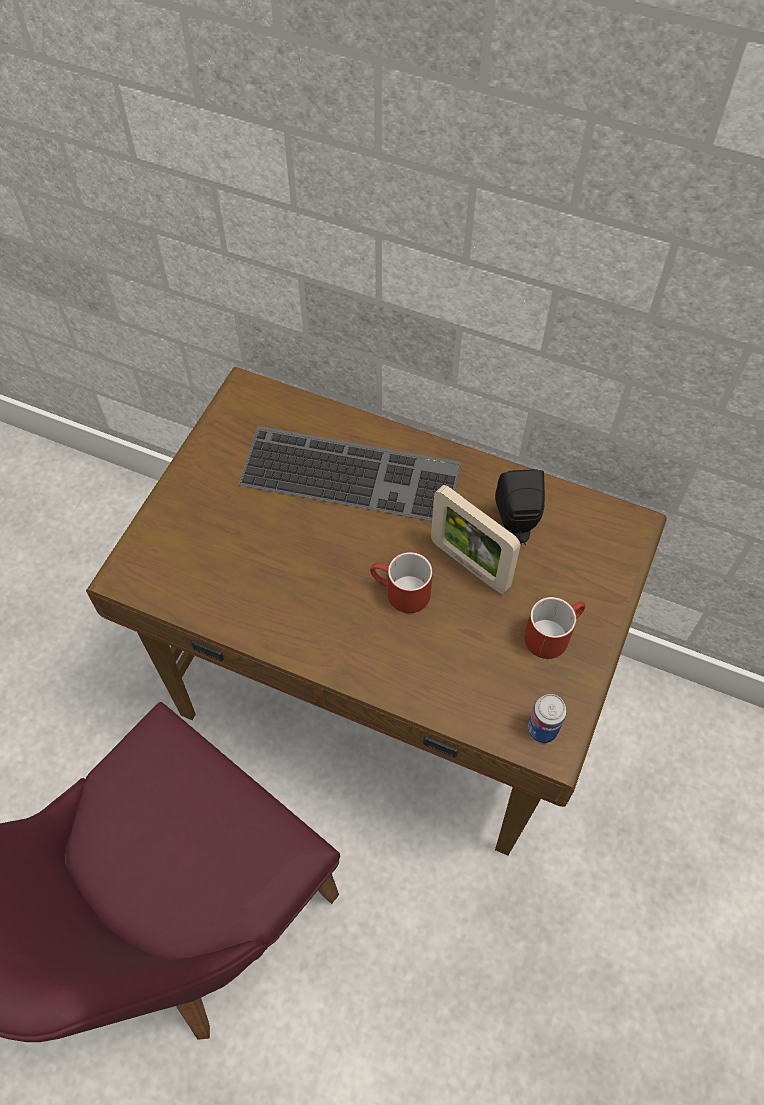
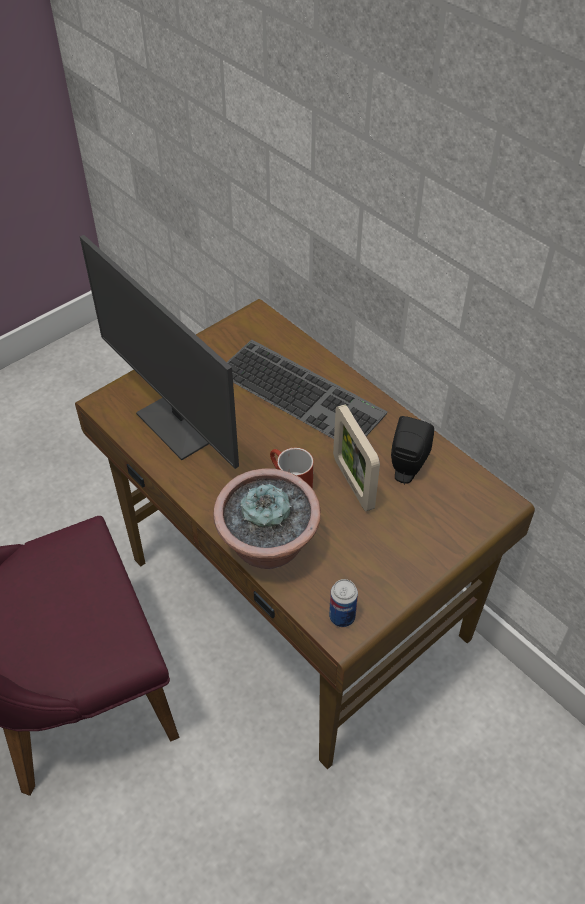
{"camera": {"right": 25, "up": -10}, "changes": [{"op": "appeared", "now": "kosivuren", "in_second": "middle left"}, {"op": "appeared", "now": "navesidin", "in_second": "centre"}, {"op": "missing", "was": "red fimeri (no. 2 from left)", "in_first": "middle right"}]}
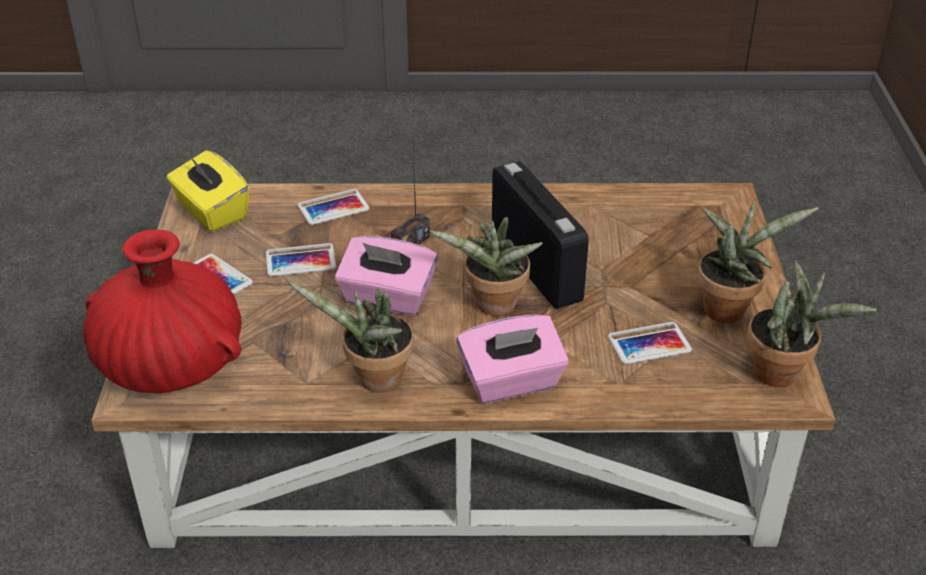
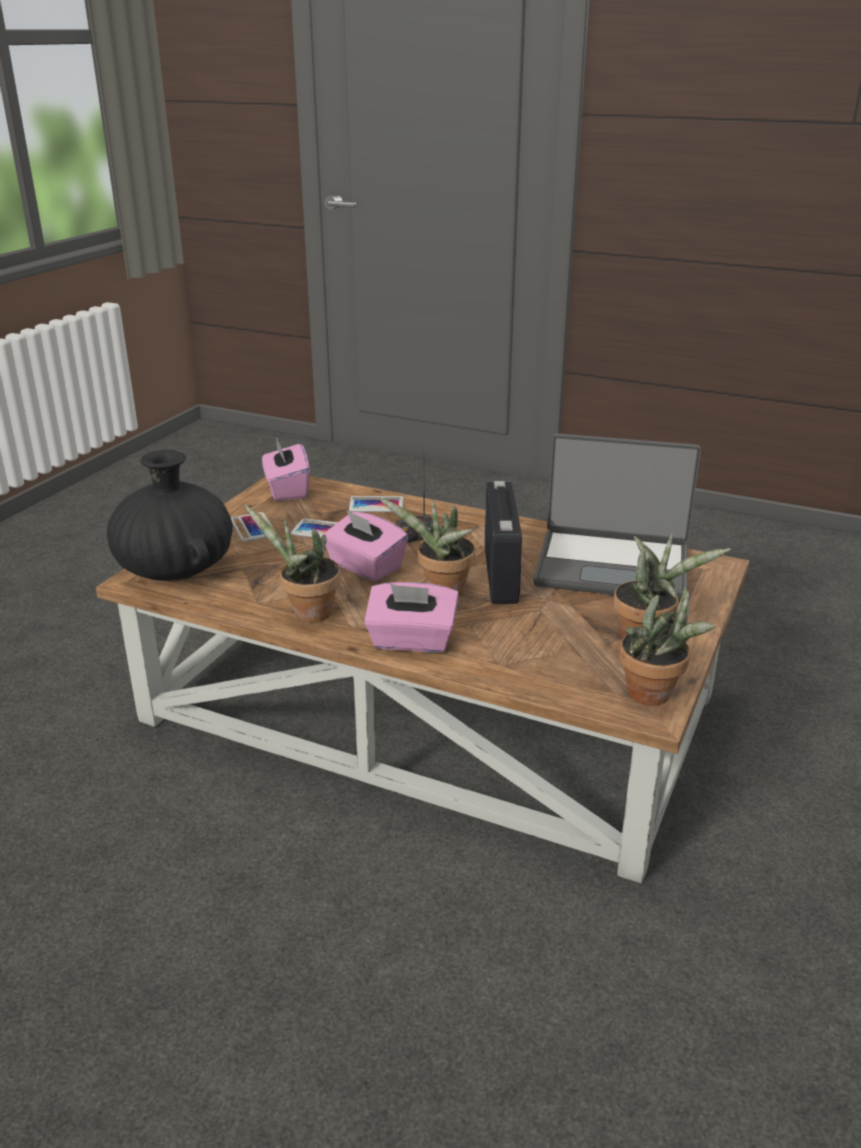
{"camera": {"right": 25, "up": -10}, "changes": [{"op": "colour", "was": "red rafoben", "now": "black rafoben", "in_first": "middle left", "in_second": "middle left"}, {"op": "colour", "was": "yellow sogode", "now": "pink sogode (no. 1 from left)", "in_first": "top left", "in_second": "middle left"}, {"op": "appeared", "now": "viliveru", "in_second": "middle right"}, {"op": "missing", "was": "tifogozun (no. 4 from left)", "in_first": "middle right"}]}
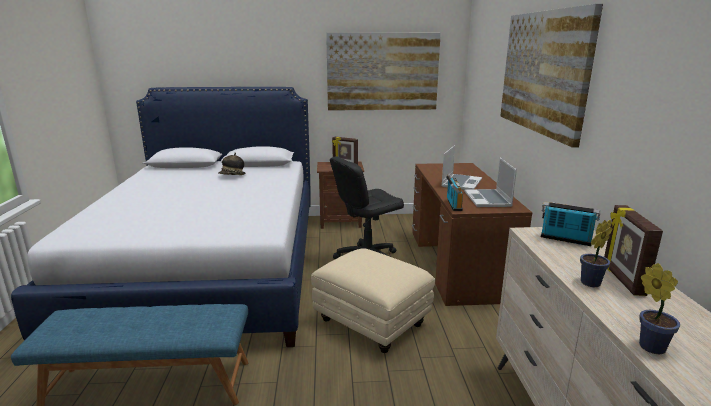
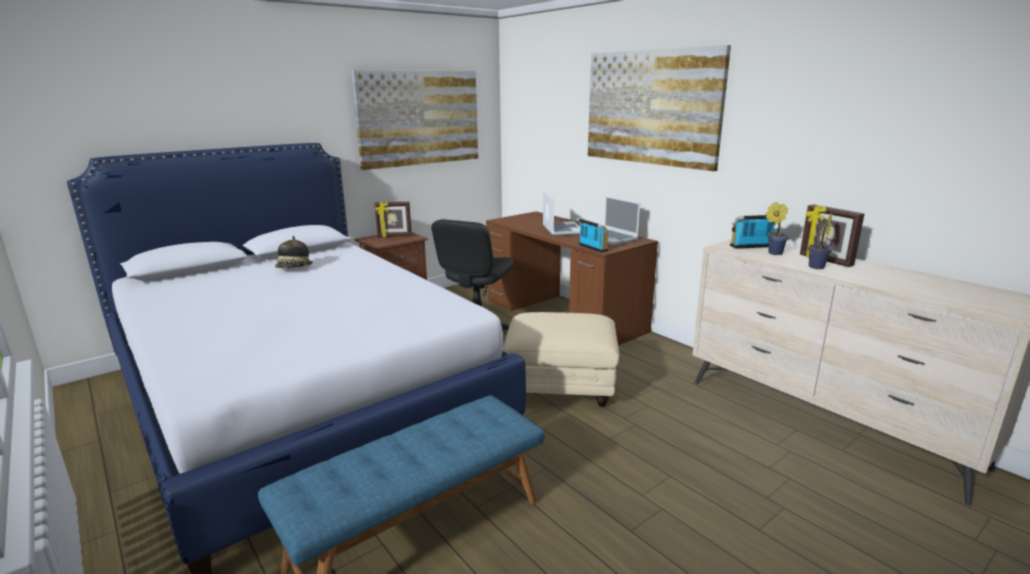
{"camera": {"right": -35, "up": 0}, "changes": [{"op": "relocated", "was": "navesidin (no. 2 from left in the first image)", "now": "navesidin (no. 1 from left)", "in_first": "bottom right", "in_second": "middle right"}]}
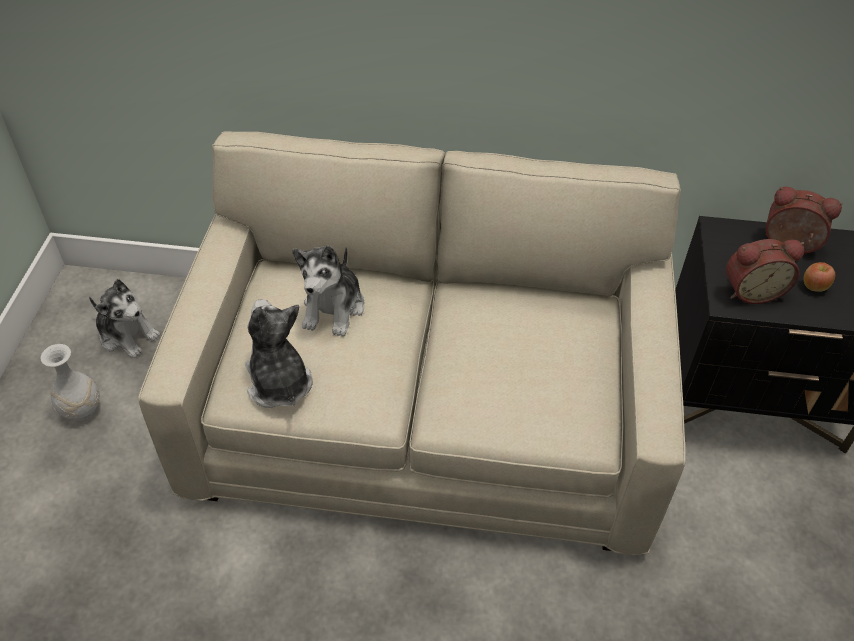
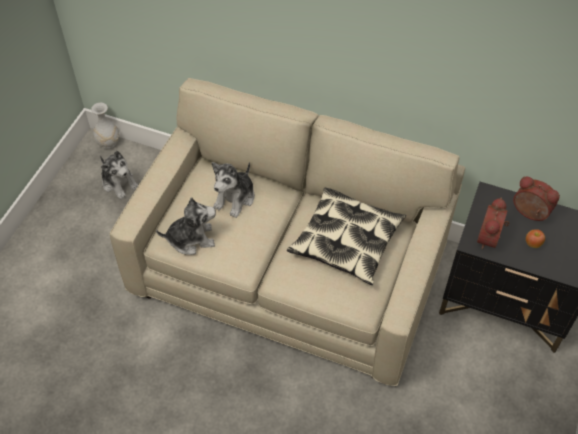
{"camera": {"right": 15, "up": 5}, "changes": [{"op": "relocated", "was": "white rafoben", "in_first": "middle left", "in_second": "top left"}, {"op": "spun", "was": "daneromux (no. 2 from left)", "in_first": "middle left", "in_second": "middle left", "clockwise": 90}, {"op": "appeared", "now": "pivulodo", "in_second": "centre"}, {"op": "spun", "was": "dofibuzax (no. 1 from left)", "in_first": "middle right", "in_second": "middle right", "clockwise": 105}]}
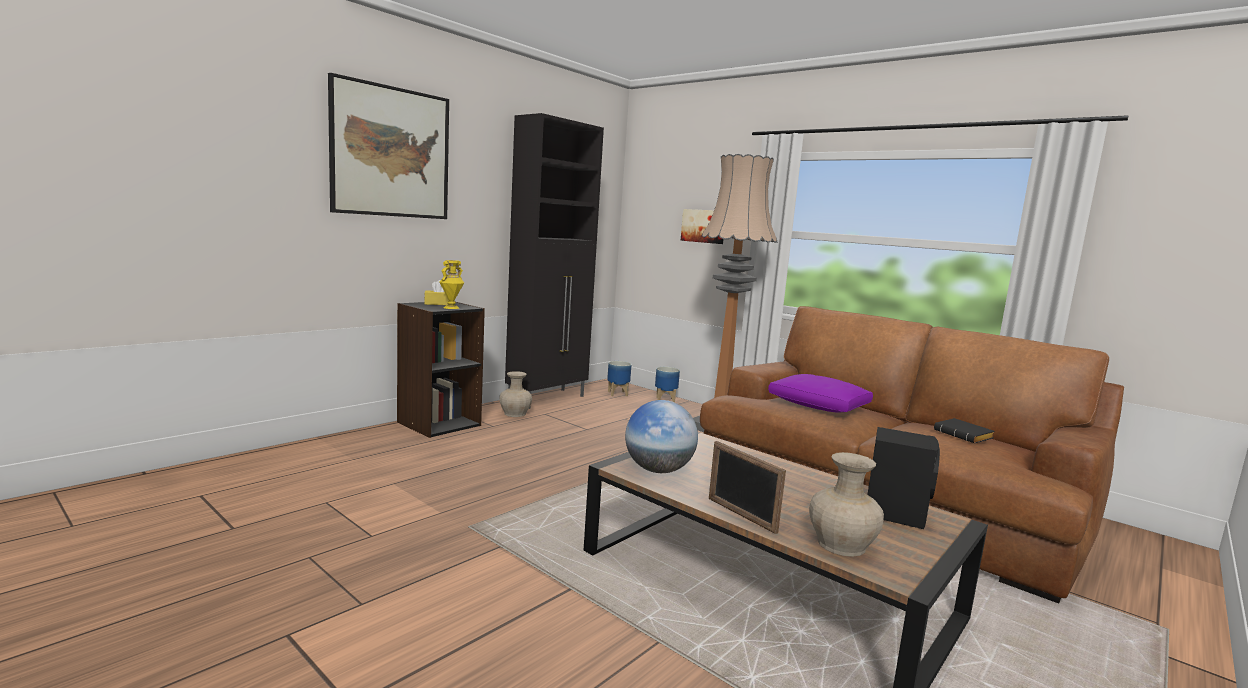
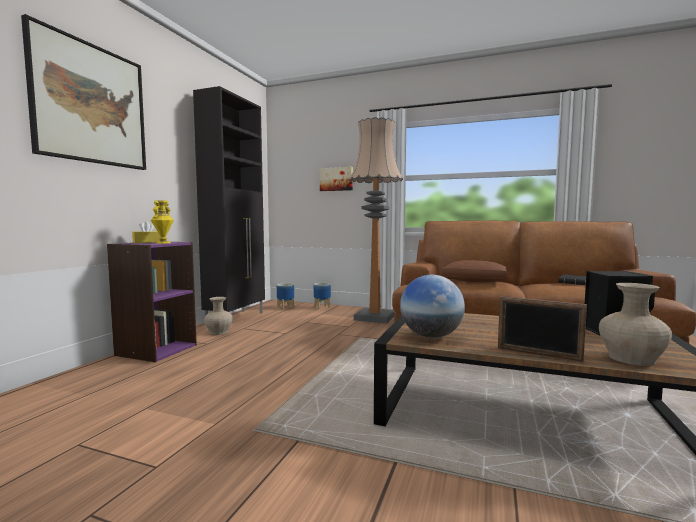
{"camera": {"right": -20, "up": -5}, "changes": [{"op": "colour", "was": "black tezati", "now": "purple tezati", "in_first": "centre", "in_second": "middle left"}, {"op": "colour", "was": "purple pivulodo", "now": "brown pivulodo", "in_first": "centre", "in_second": "middle right"}]}
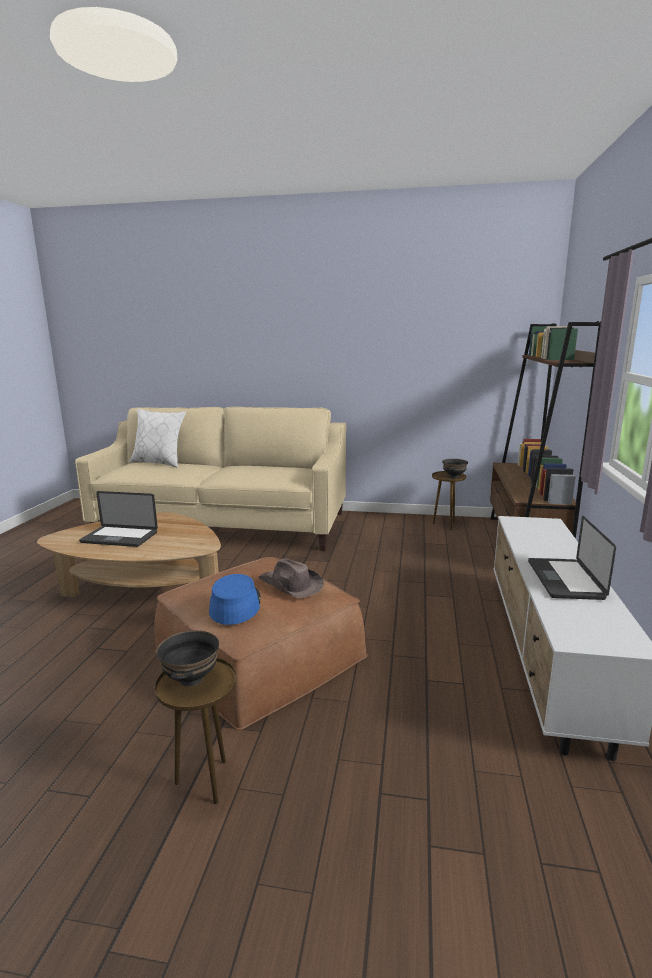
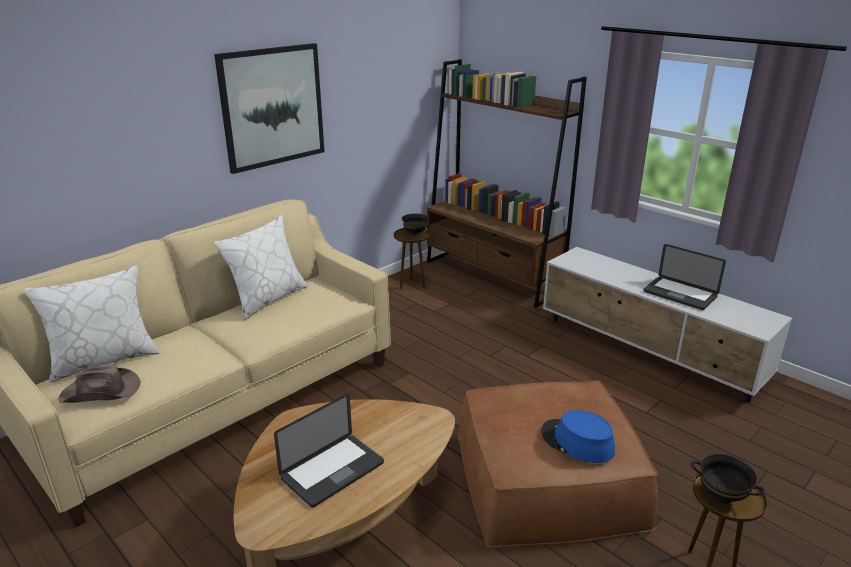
{"camera": {"right": -55, "up": 10}, "changes": [{"op": "relocated", "was": "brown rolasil", "in_first": "centre", "in_second": "bottom left"}, {"op": "appeared", "now": "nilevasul", "in_second": "top left"}, {"op": "appeared", "now": "white pivulodo (no. 2 from left)", "in_second": "middle left"}]}
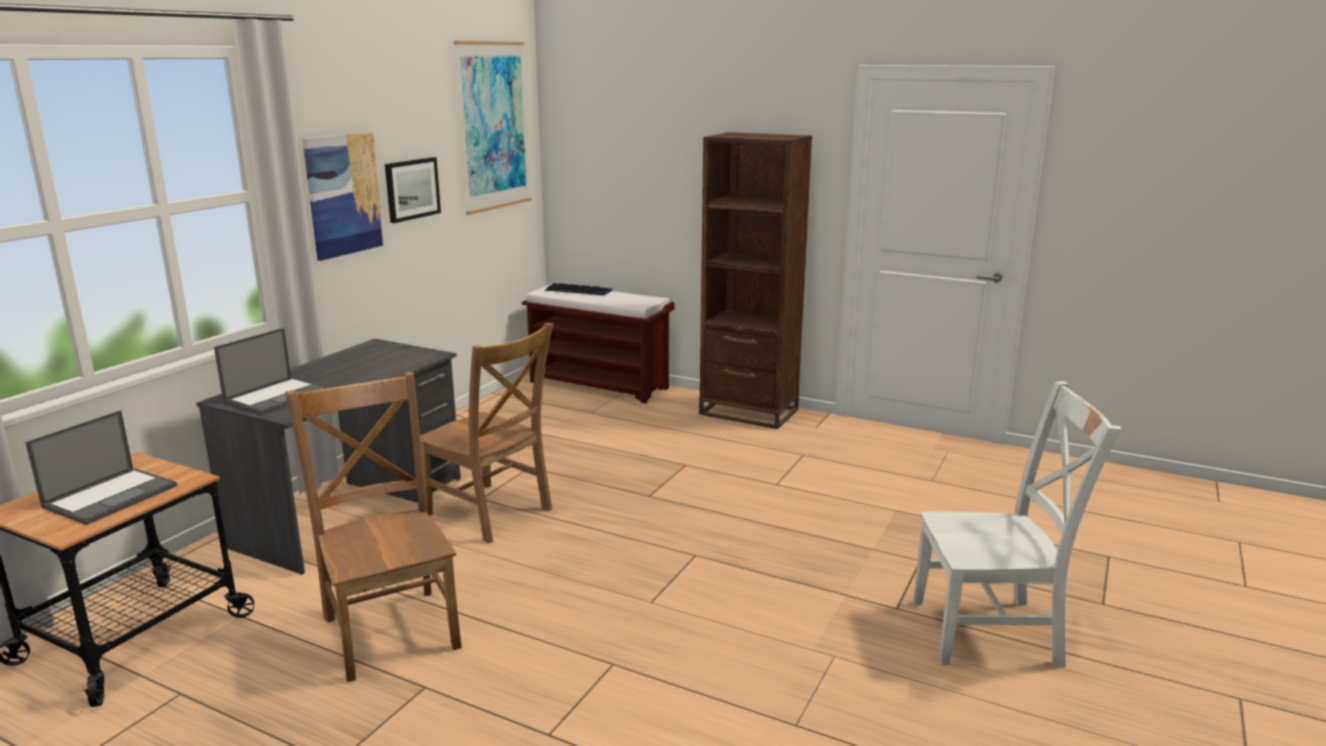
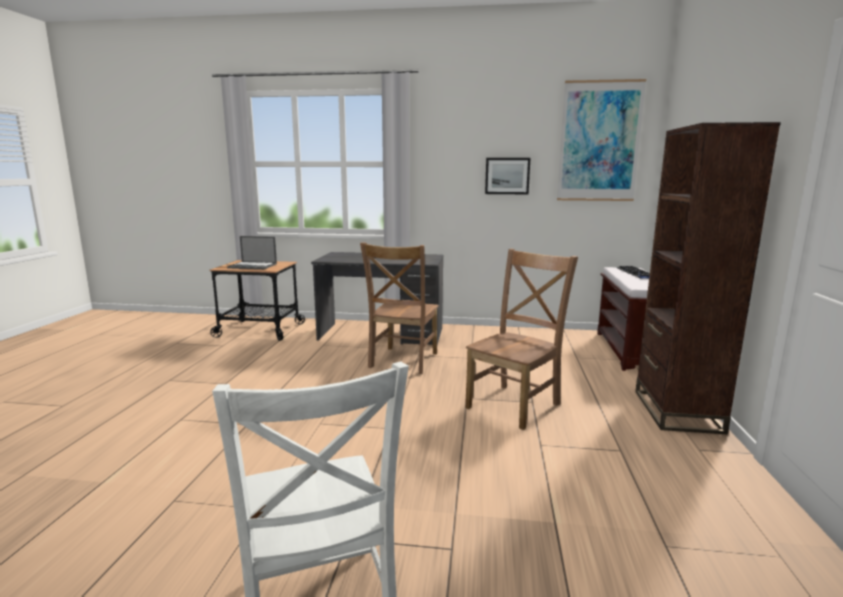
{"camera": {"right": 70, "up": -5}, "changes": [{"op": "relocated", "was": "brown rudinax (no. 1 from left in the first image)", "now": "brown rudinax (no. 2 from left)", "in_first": "bottom left", "in_second": "centre"}, {"op": "missing", "was": "viliveru (no. 2 from left)", "in_first": "middle left"}, {"op": "missing", "was": "nilevasul (no. 1 from left)", "in_first": "top left"}]}
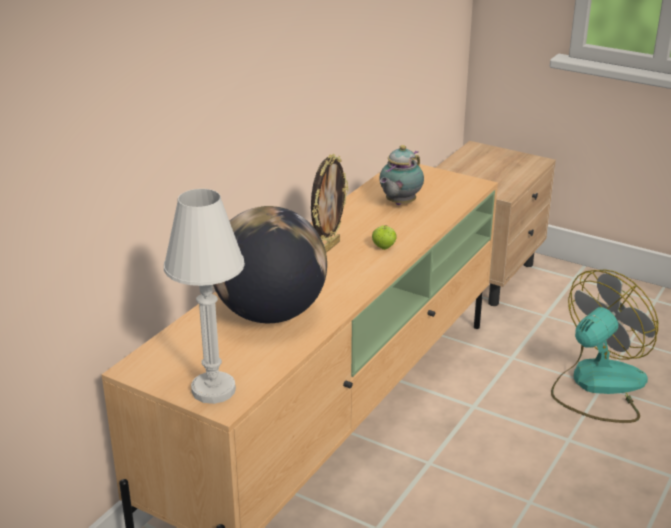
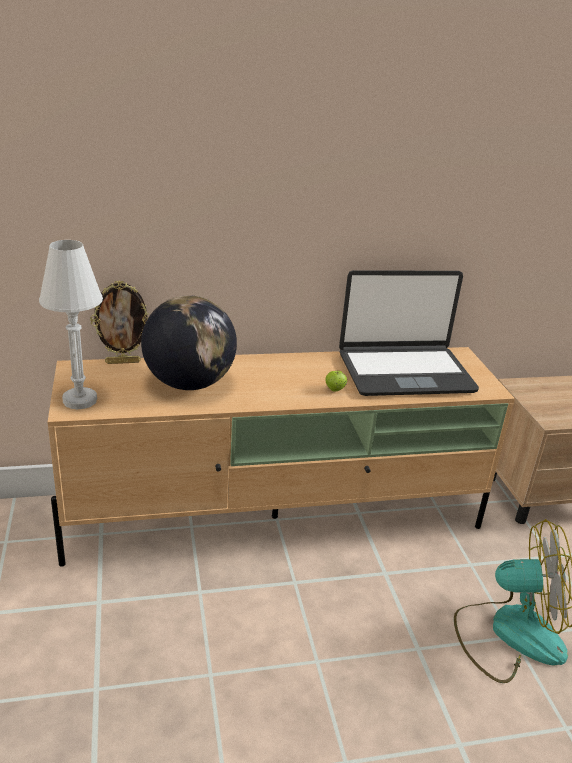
{"camera": {"right": 45, "up": 0}, "changes": [{"op": "relocated", "was": "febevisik", "in_first": "centre", "in_second": "middle left"}, {"op": "exchanged", "was": "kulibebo", "now": "viliveru", "in_first": "top centre", "in_second": "middle right"}]}
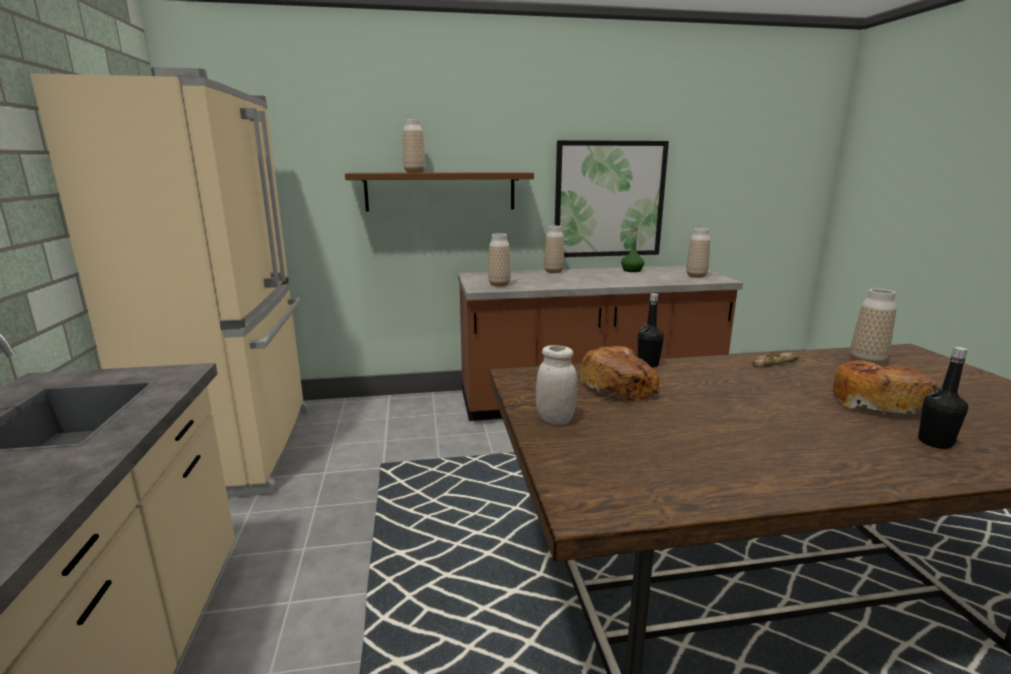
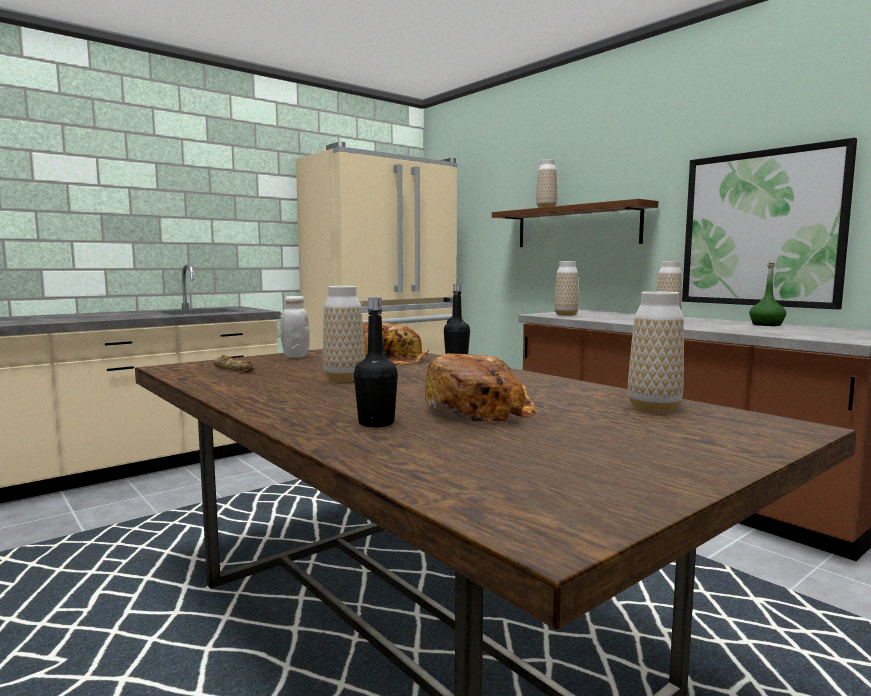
{"camera": {"right": 60, "up": -10}, "changes": [{"op": "relocated", "was": "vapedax (no. 2 from left in the first image)", "now": "vapedax (no. 1 from left)", "in_first": "middle right", "in_second": "middle left"}, {"op": "relocated", "was": "rafoben (no. 4 from left in the first image)", "now": "rafoben (no. 1 from left)", "in_first": "middle right", "in_second": "centre"}]}
